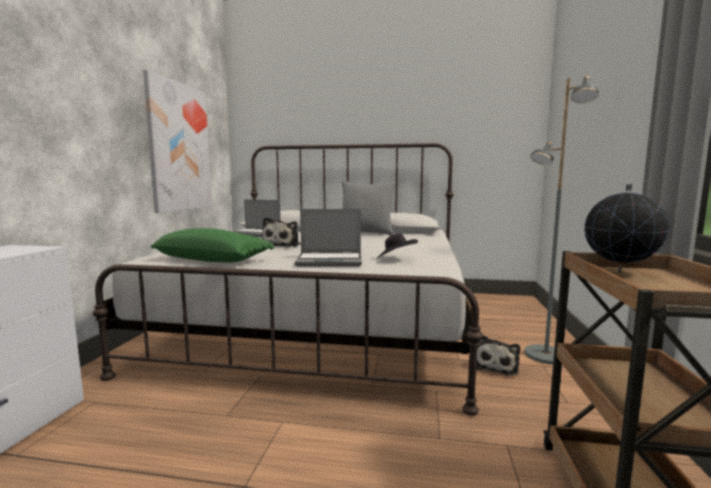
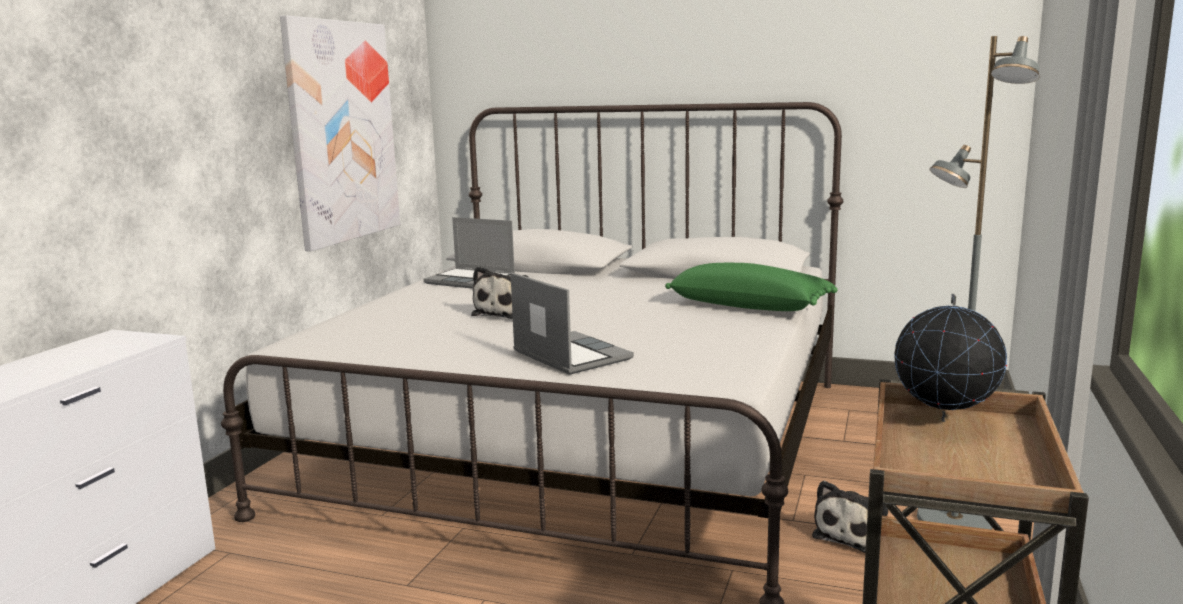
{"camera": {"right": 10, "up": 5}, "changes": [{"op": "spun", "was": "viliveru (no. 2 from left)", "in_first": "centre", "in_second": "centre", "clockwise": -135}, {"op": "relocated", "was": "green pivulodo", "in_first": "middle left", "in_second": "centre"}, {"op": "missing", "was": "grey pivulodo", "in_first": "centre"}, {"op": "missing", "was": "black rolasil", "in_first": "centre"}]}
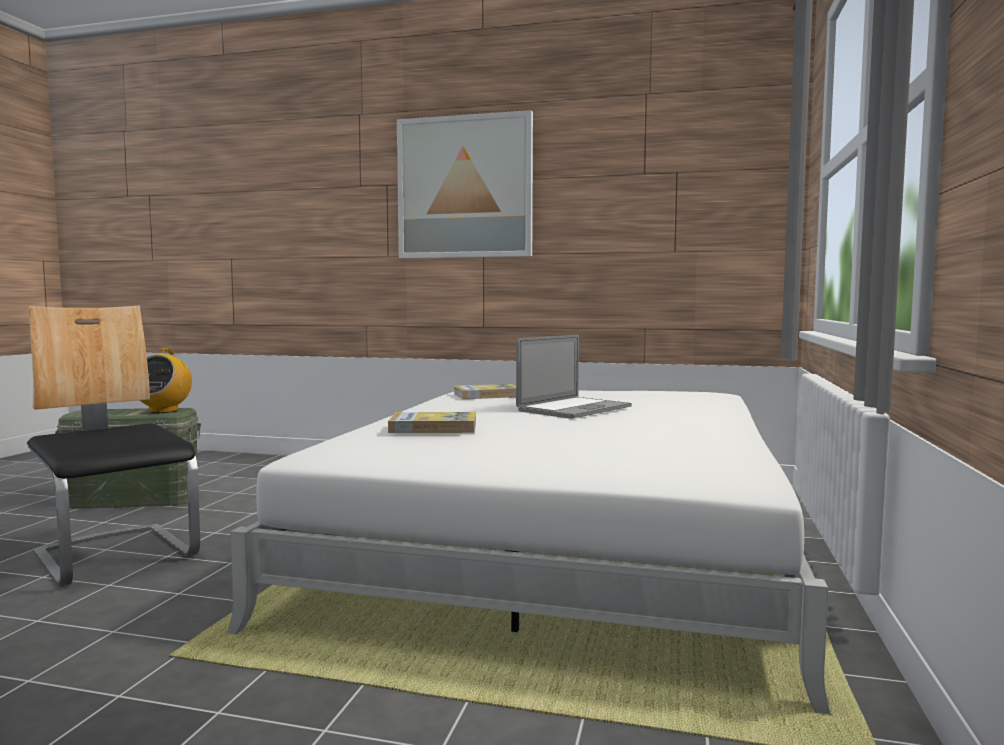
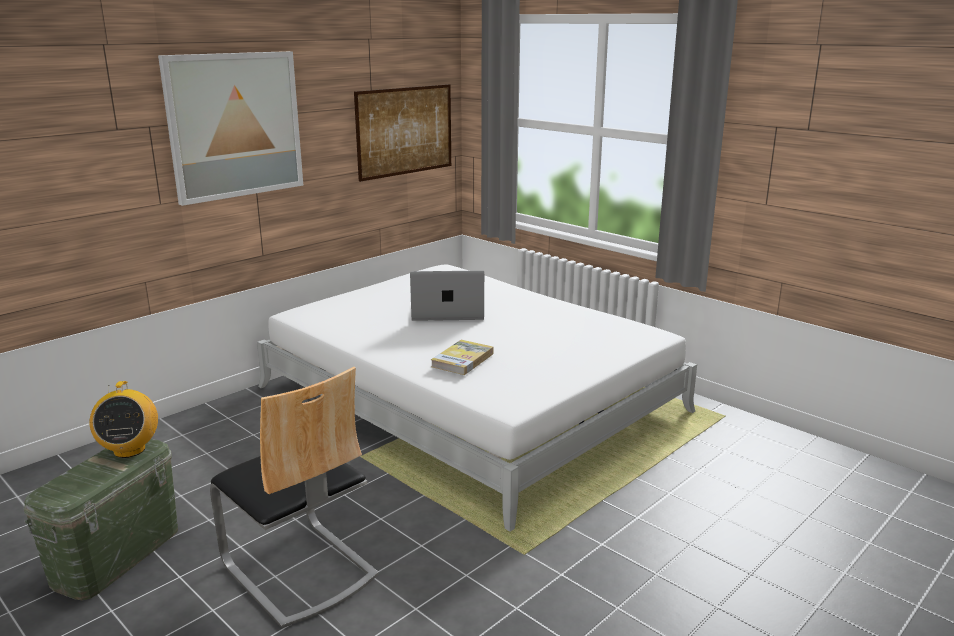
{"camera": {"right": -60, "up": 15}, "changes": [{"op": "spun", "was": "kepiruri", "in_first": "middle left", "in_second": "middle left", "clockwise": 45}, {"op": "spun", "was": "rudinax", "in_first": "middle left", "in_second": "bottom left", "clockwise": -120}, {"op": "appeared", "now": "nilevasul (no. 2 from left)", "in_second": "top centre"}, {"op": "spun", "was": "viliveru", "in_first": "centre", "in_second": "centre", "clockwise": -75}, {"op": "missing", "was": "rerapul (no. 2 from left)", "in_first": "centre"}]}
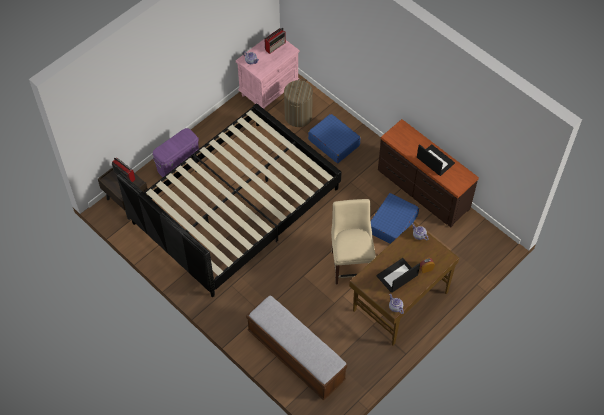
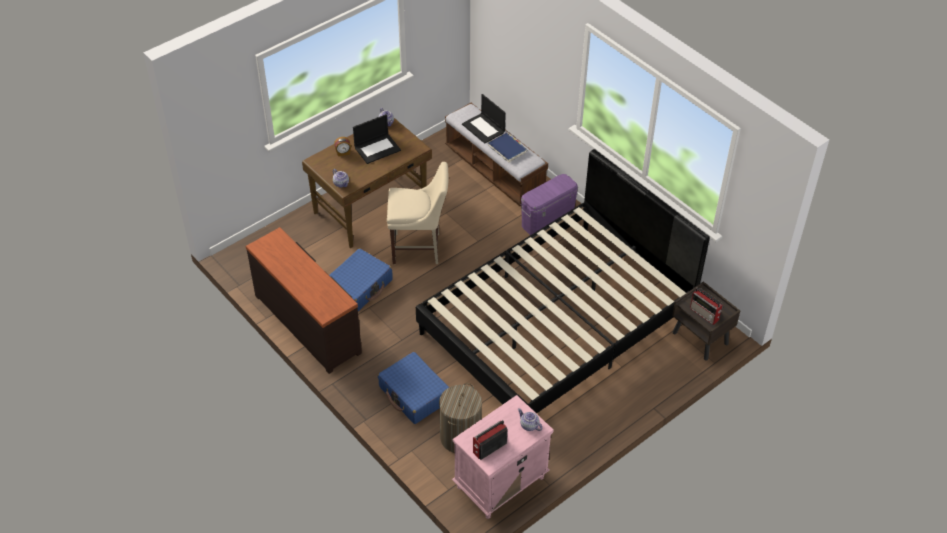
{"camera": {"right": -175, "up": -10}, "changes": [{"op": "spun", "was": "beige rudinax", "in_first": "centre", "in_second": "centre", "clockwise": -90}, {"op": "relocated", "was": "viliveru (no. 2 from left)", "in_first": "middle right", "in_second": "top centre"}, {"op": "appeared", "now": "blue rerapul", "in_second": "top centre"}, {"op": "relocated", "was": "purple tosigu", "in_first": "middle left", "in_second": "centre"}]}
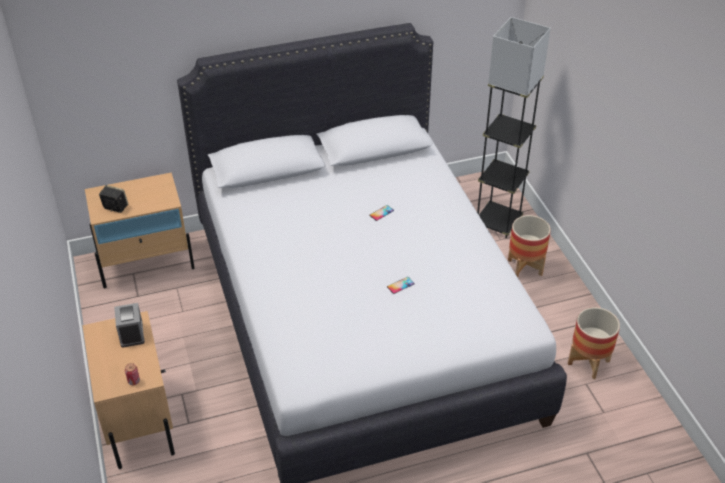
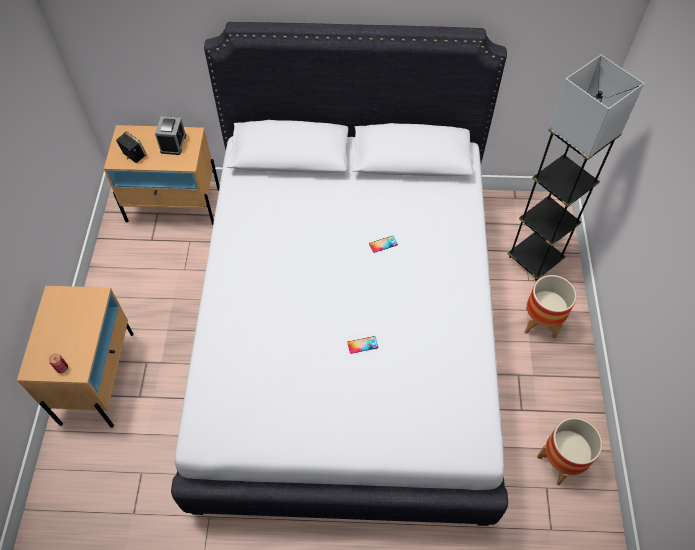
{"camera": {"right": 20, "up": 15}, "changes": [{"op": "relocated", "was": "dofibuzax", "in_first": "bottom left", "in_second": "top left"}]}
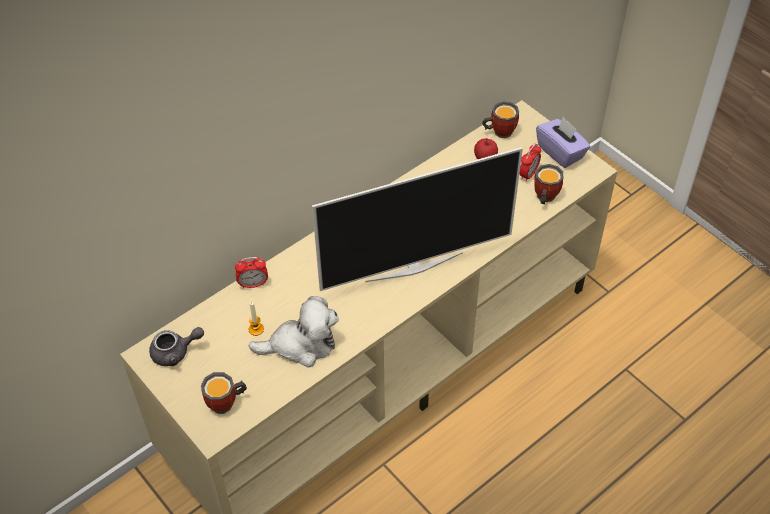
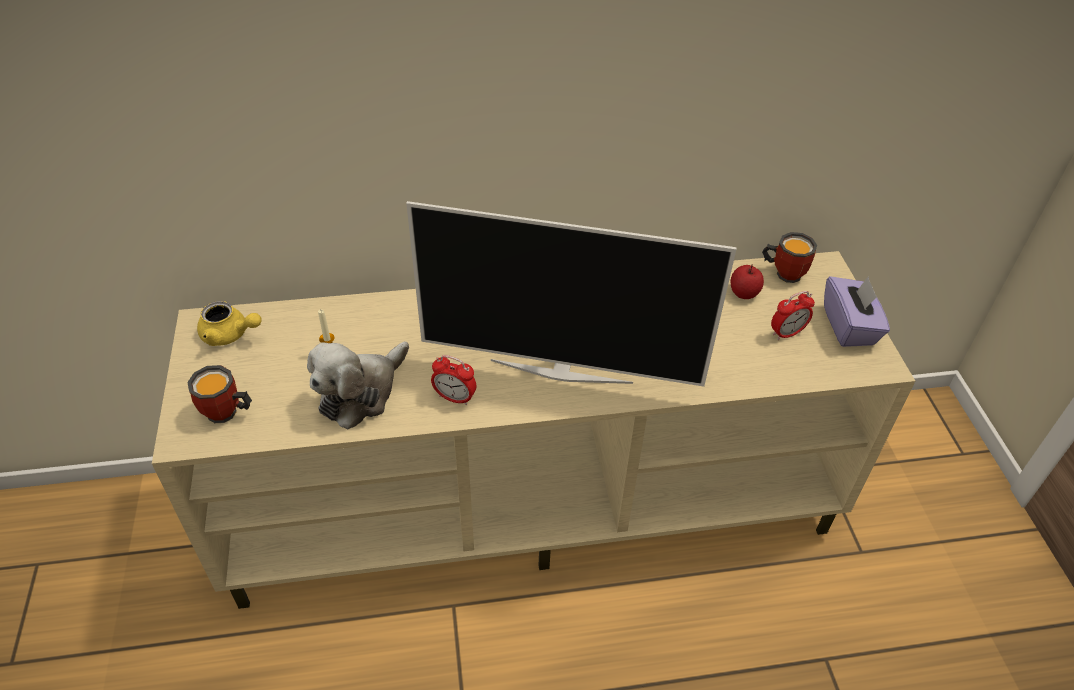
{"camera": {"right": 30, "up": -5}, "changes": [{"op": "colour", "was": "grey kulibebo", "now": "yellow kulibebo", "in_first": "bottom left", "in_second": "middle left"}, {"op": "spun", "was": "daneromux", "in_first": "centre", "in_second": "centre", "clockwise": 105}, {"op": "relocated", "was": "dofibuzax (no. 1 from left)", "in_first": "middle left", "in_second": "centre"}, {"op": "missing", "was": "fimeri (no. 3 from left)", "in_first": "middle right"}]}
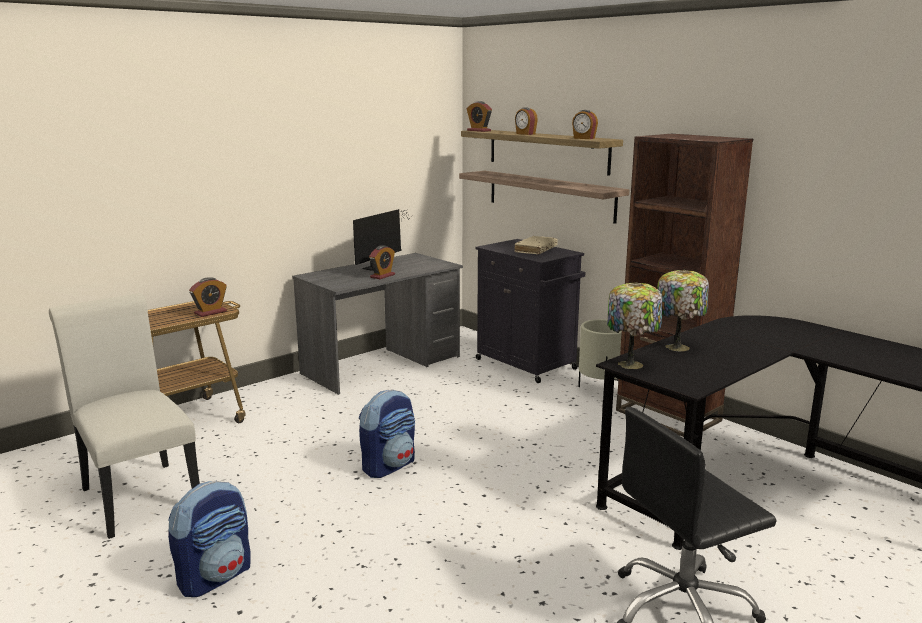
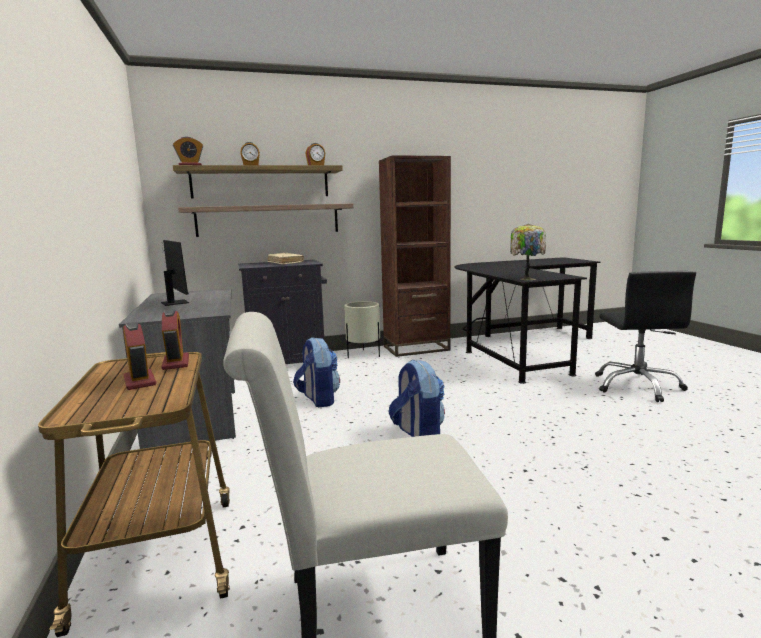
{"camera": {"right": -65, "up": -5}, "changes": [{"op": "relocated", "was": "dofibuzax (no. 2 from left in the first image)", "now": "dofibuzax (no. 1 from left)", "in_first": "centre", "in_second": "middle left"}, {"op": "relocated", "was": "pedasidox (no. 1 from left)", "in_first": "bottom left", "in_second": "centre"}, {"op": "missing", "was": "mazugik (no. 2 from left)", "in_first": "middle right"}]}
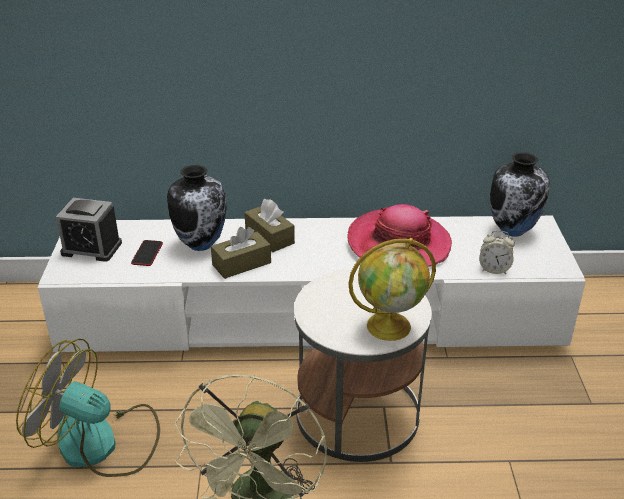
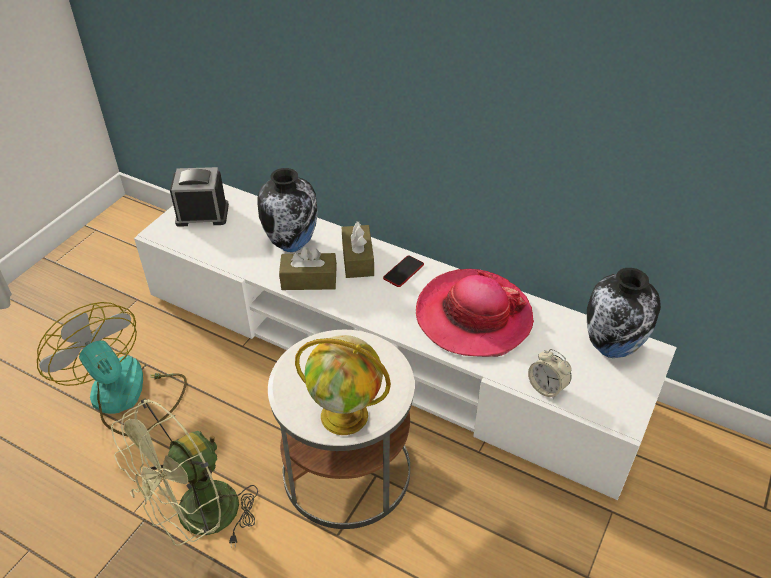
{"camera": {"right": 30, "up": 10}, "changes": [{"op": "spun", "was": "dofibuzax (no. 1 from left)", "in_first": "middle left", "in_second": "middle left", "clockwise": 135}, {"op": "relocated", "was": "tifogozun", "in_first": "middle left", "in_second": "centre"}]}
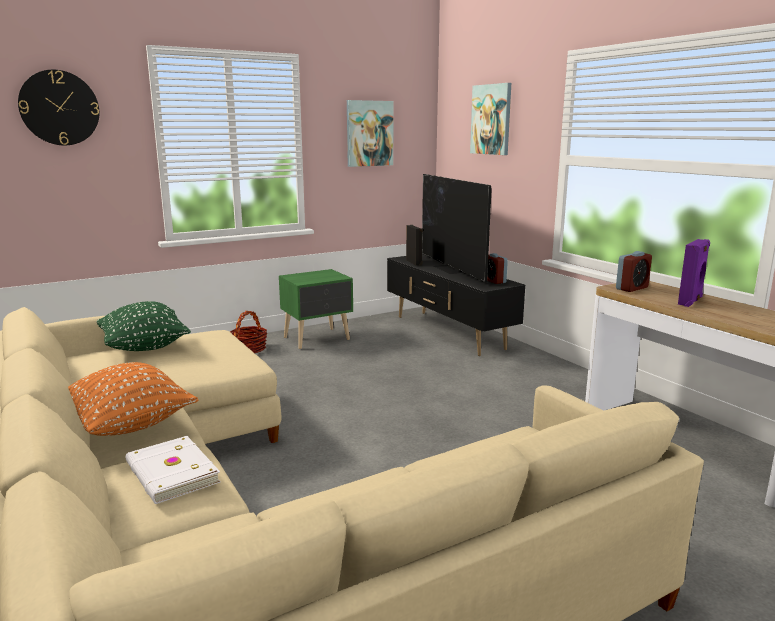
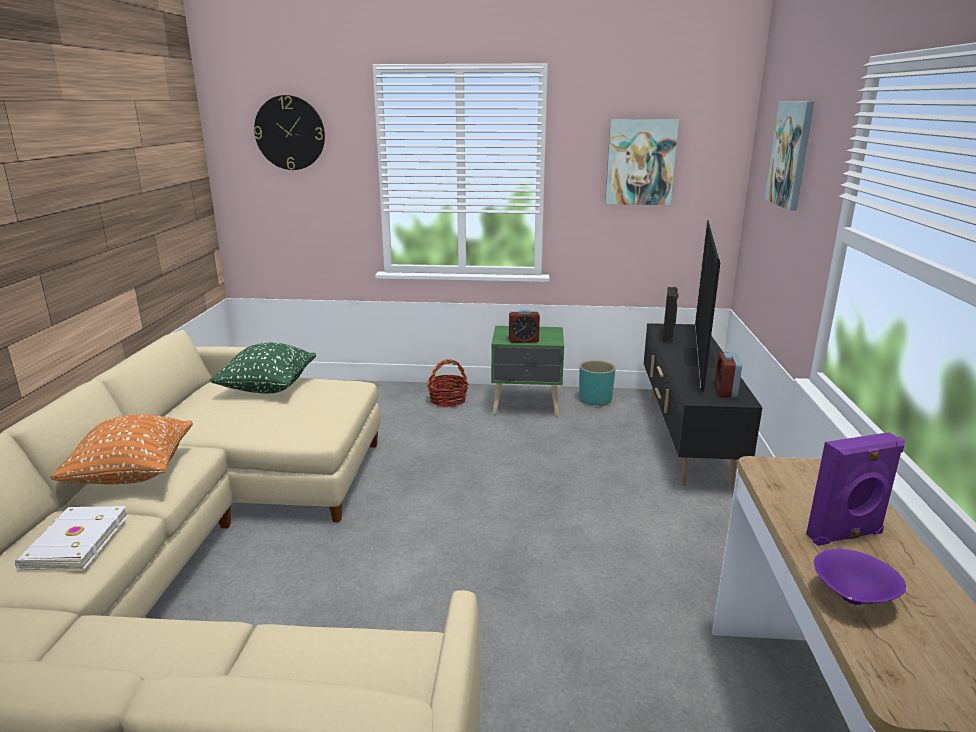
{"camera": {"right": 35, "up": 5}, "changes": [{"op": "relocated", "was": "dofibuzax (no. 2 from left in the first image)", "now": "dofibuzax (no. 1 from left)", "in_first": "middle right", "in_second": "centre"}, {"op": "appeared", "now": "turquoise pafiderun", "in_second": "centre"}, {"op": "appeared", "now": "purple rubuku", "in_second": "bottom right"}]}
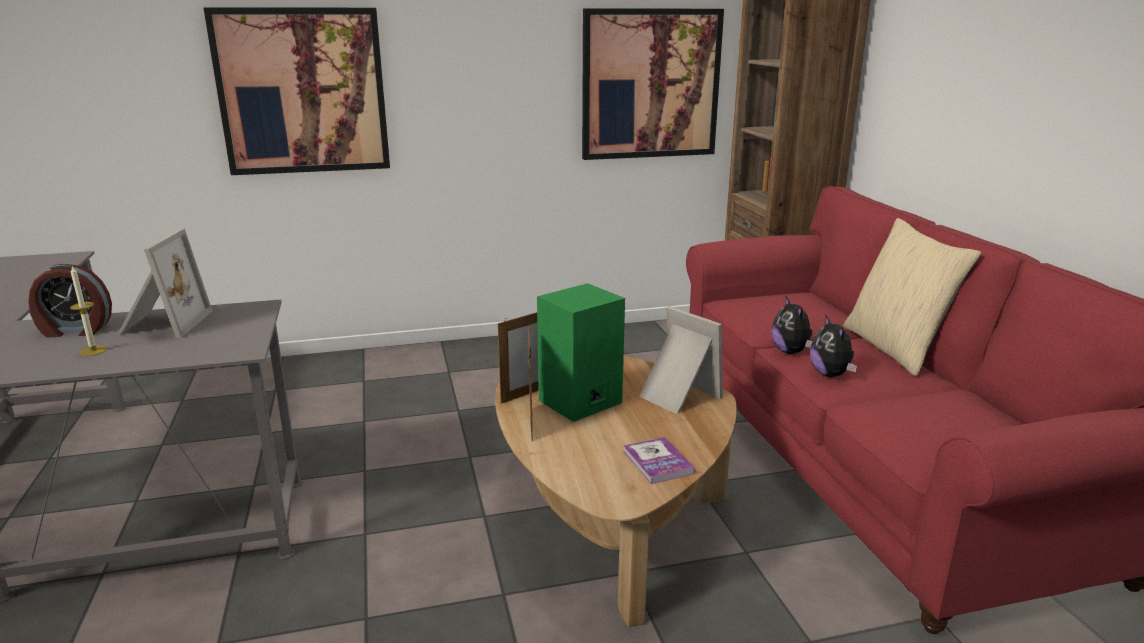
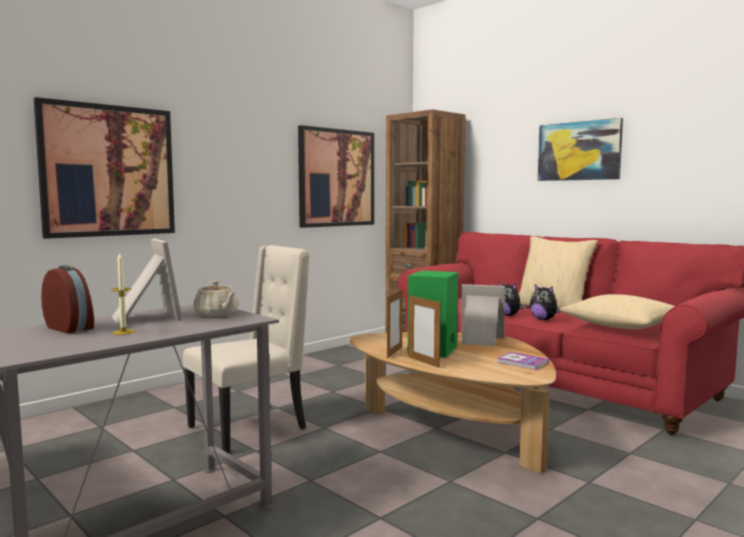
{"camera": {"right": -30, "up": -15}, "changes": [{"op": "spun", "was": "dofibuzax", "in_first": "middle left", "in_second": "middle left", "clockwise": -105}, {"op": "appeared", "now": "beige rudinax", "in_second": "middle left"}, {"op": "appeared", "now": "beige kulibebo", "in_second": "middle left"}, {"op": "appeared", "now": "nilevasul (no. 3 from left)", "in_second": "top right"}, {"op": "appeared", "now": "beige pivulodo (no. 2 from left)", "in_second": "middle right"}]}
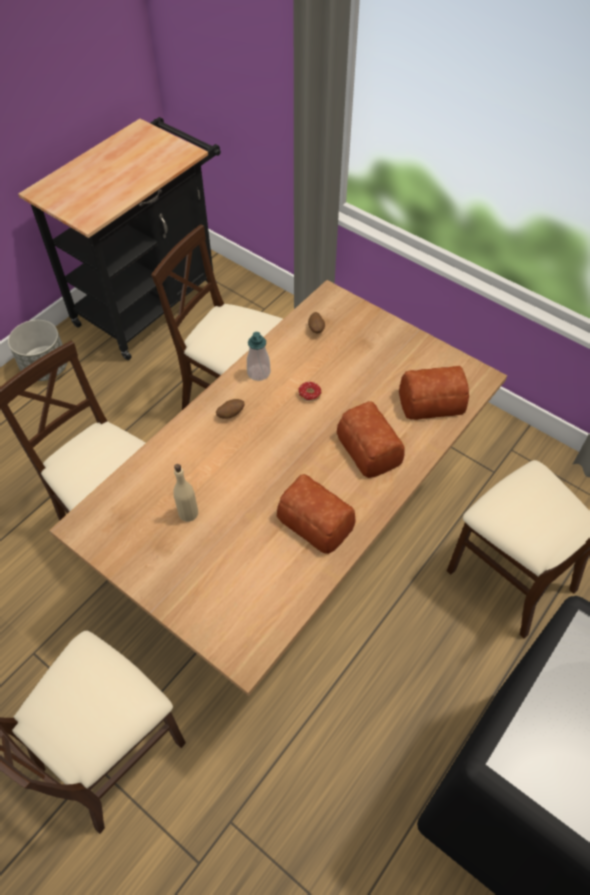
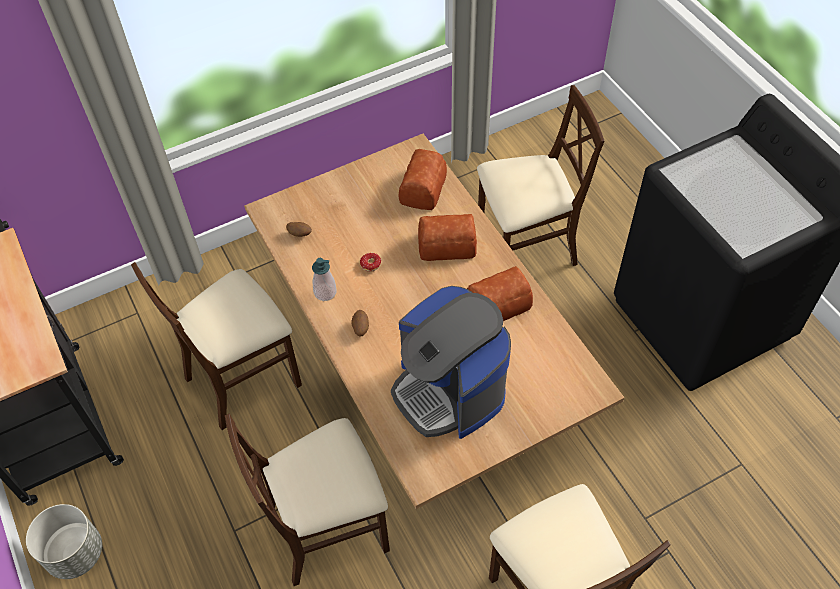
{"camera": {"right": -65, "up": 0}, "changes": [{"op": "exchanged", "was": "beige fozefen", "now": "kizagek", "in_first": "middle left", "in_second": "centre"}]}
